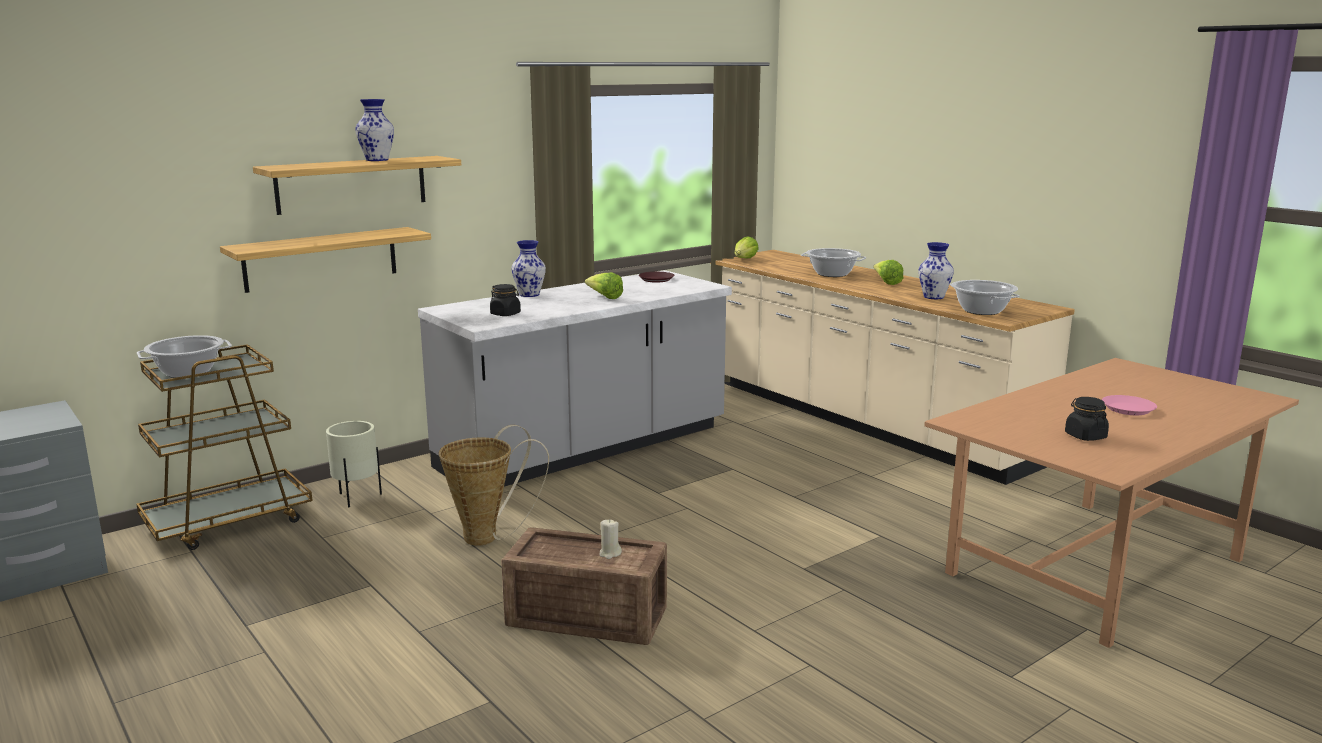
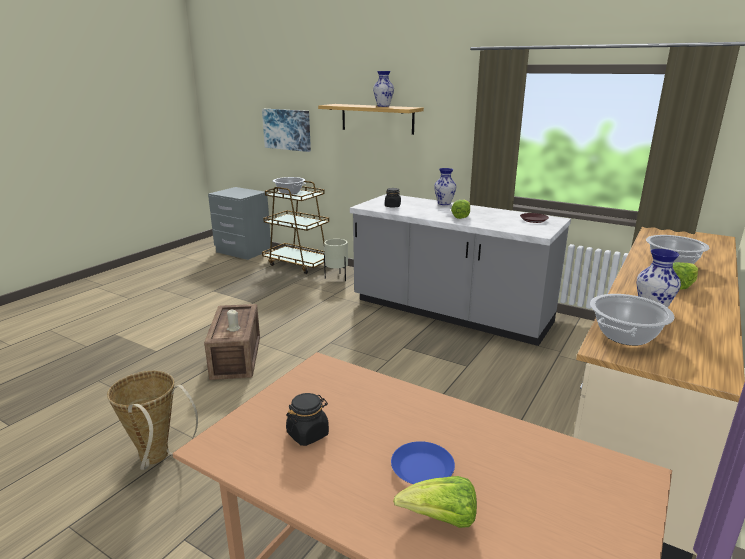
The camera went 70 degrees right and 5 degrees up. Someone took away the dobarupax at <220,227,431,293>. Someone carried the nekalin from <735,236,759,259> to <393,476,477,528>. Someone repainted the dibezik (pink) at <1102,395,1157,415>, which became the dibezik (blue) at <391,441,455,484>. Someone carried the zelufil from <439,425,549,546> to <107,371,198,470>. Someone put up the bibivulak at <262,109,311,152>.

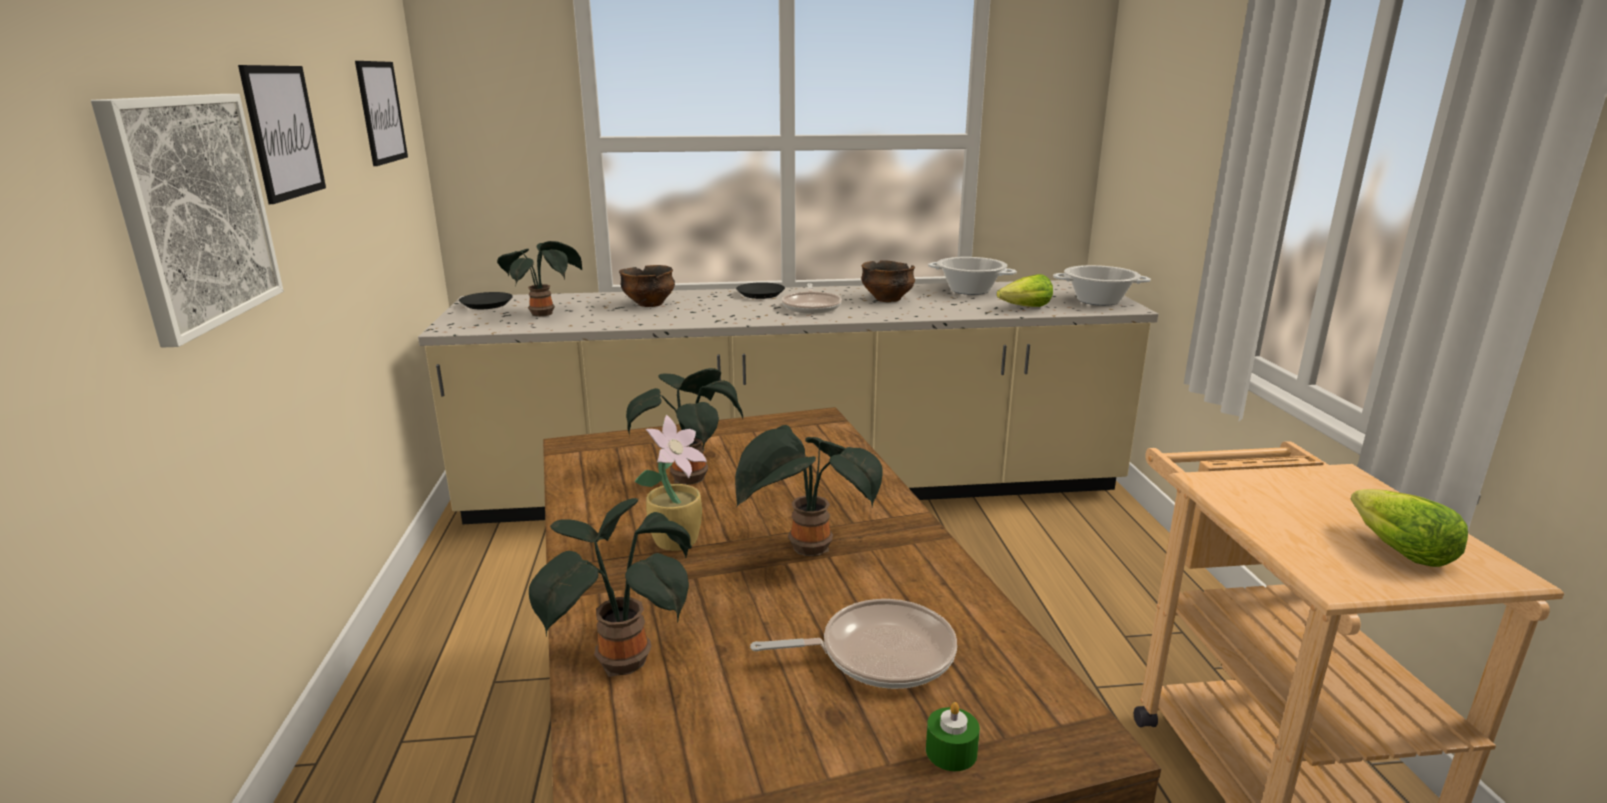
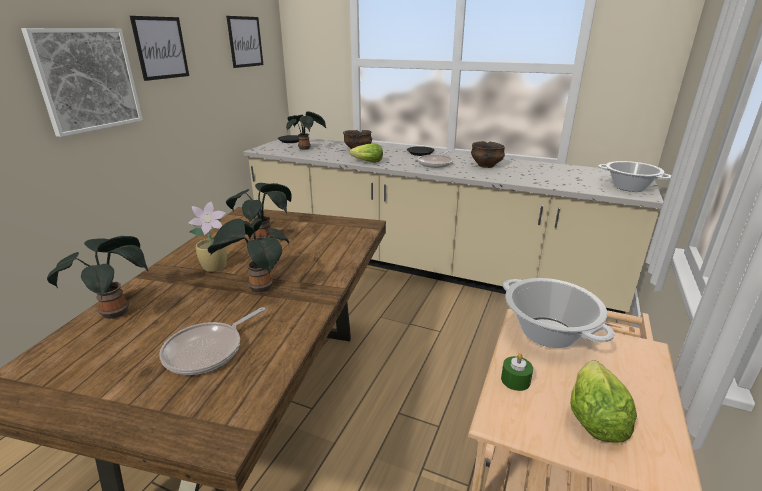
The camera went 30 degrees right and 5 degrees up. Someone carried the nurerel from <928,257,1017,295> to <503,278,615,348>. Someone carried the nekalin from <997,274,1053,307> to <349,143,383,163>. Someone rotated the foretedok at <750,599,957,689> by 105 degrees clockwise. Someone carried the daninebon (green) from <926,702,980,771> to <501,353,533,391>.

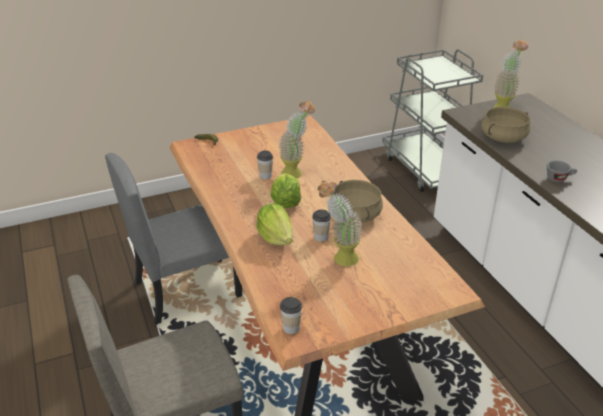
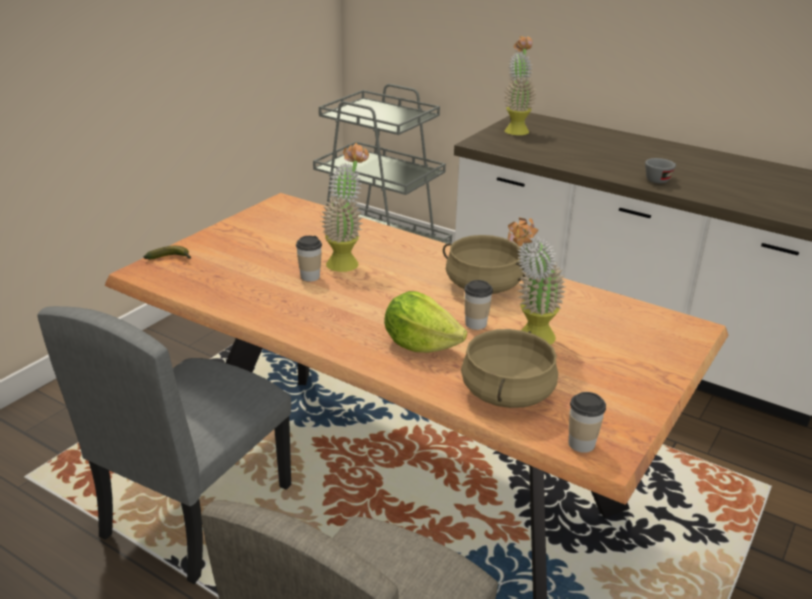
The camera went 35 degrees left and 5 degrees down. Someone carried the nurerel (beige) from <482,107,530,143> to <461,329,558,408>. Someone took away the nekalin at <271,173,301,208>.

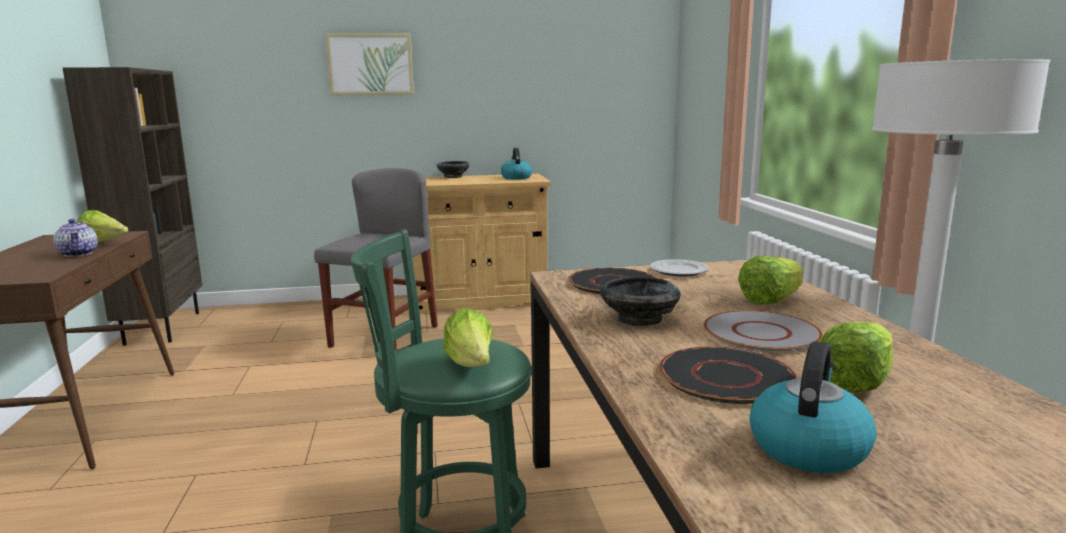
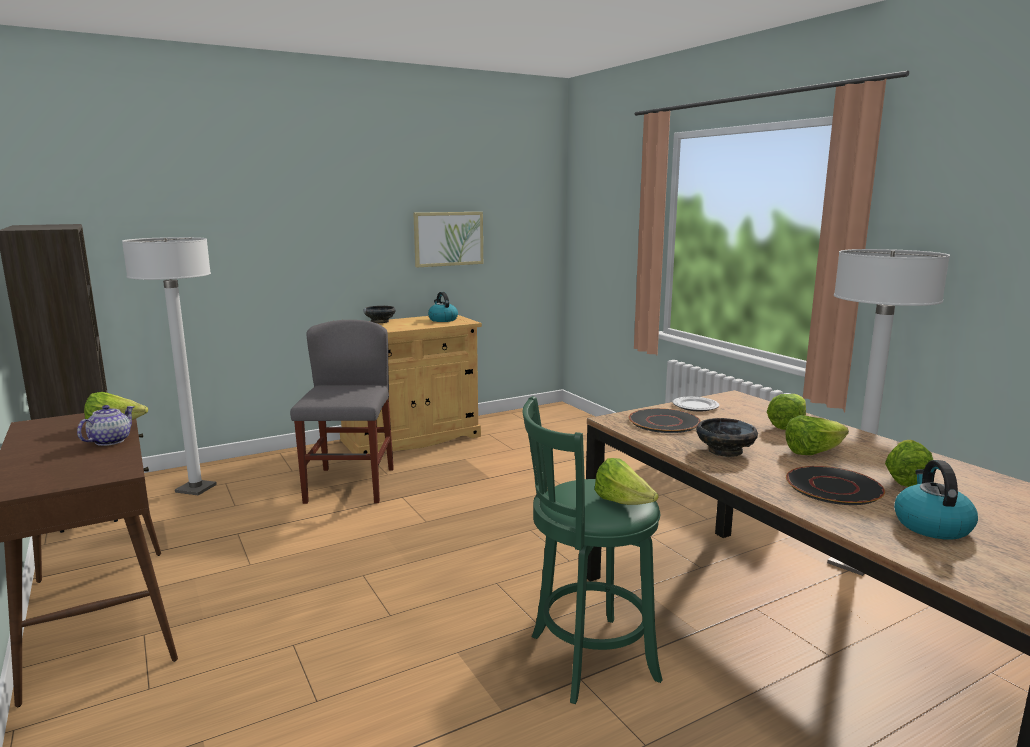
The camera went 20 degrees left and 0 degrees up. Someone carried the bibivulak from <325,33,414,95> to <413,212,483,267>. Someone rotated the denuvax at <53,219,98,257> by 105 degrees counterclockwise. Someone swapped the dibezik (grey) at <704,310,823,353> for the nekalin at <785,415,849,455>. Someone put down the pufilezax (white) at <122,237,217,495>.

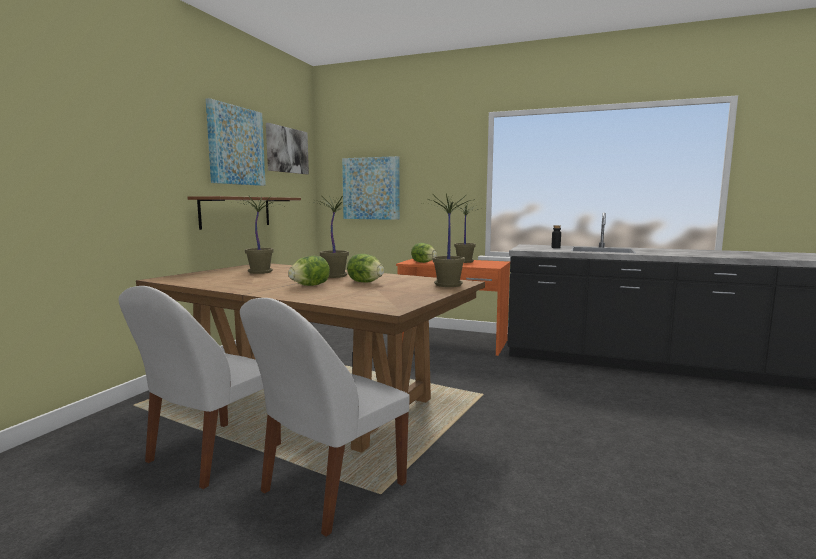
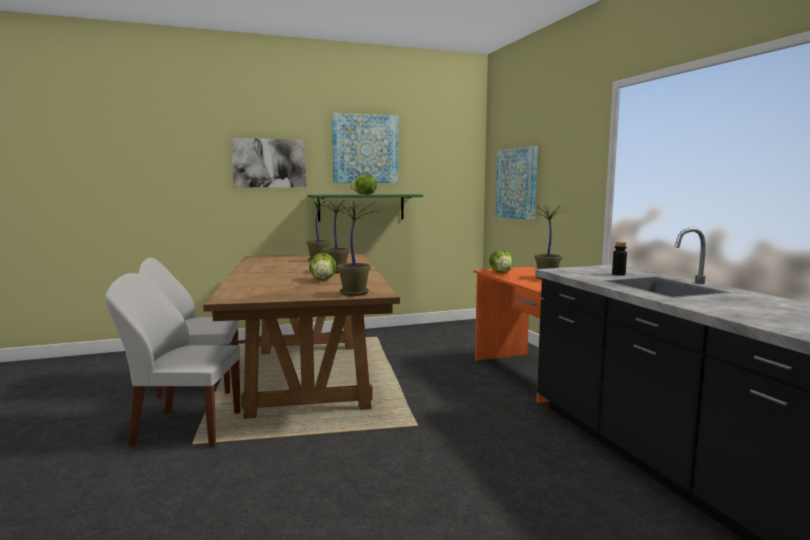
The camera went 50 degrees right and 0 degrees up. Someone carried the bibivulak from <266,123,309,174> to <231,138,306,187>. Someone repainted the dobarupax (brown) at <188,196,301,230>, which became the dobarupax (green) at <307,194,423,221>. Someone carried the nekalin from <288,256,330,286> to <350,175,377,195>.

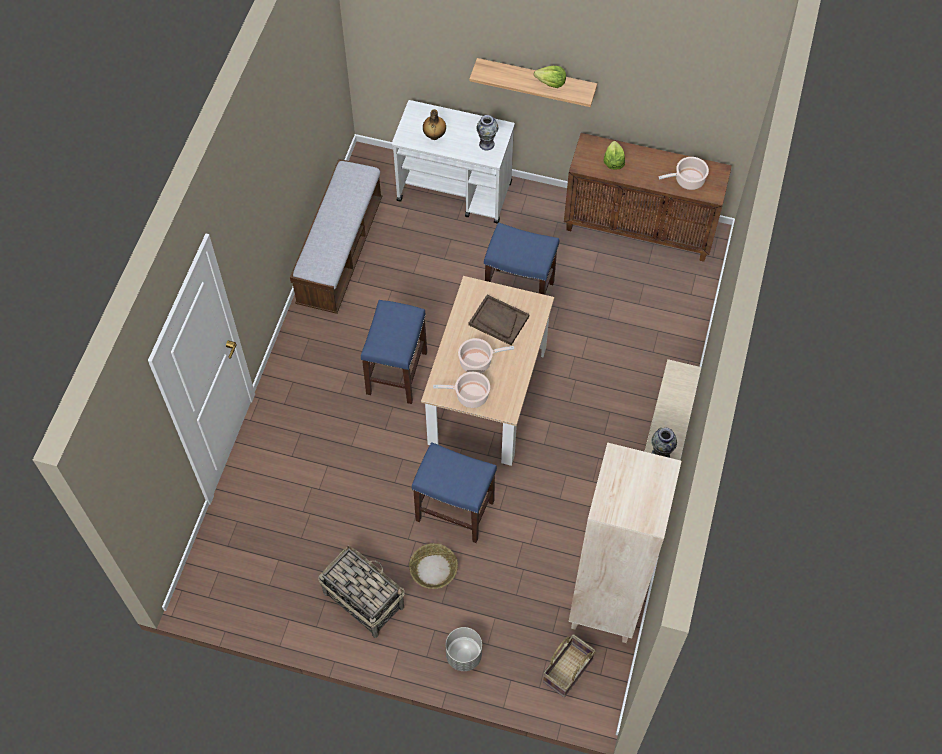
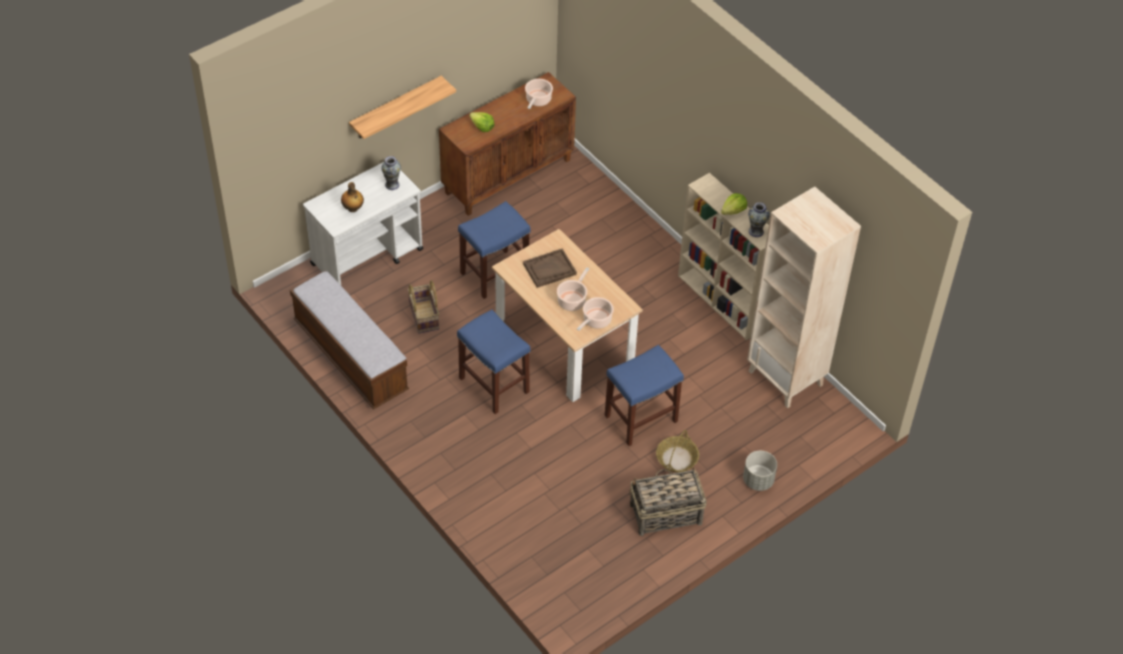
The camera went 55 degrees left and 10 degrees down. Someone carried the nekalin from <534,66,566,88> to <721,193,747,215>. Someone carried the zelufil from <543,634,596,697> to <408,280,439,334>.

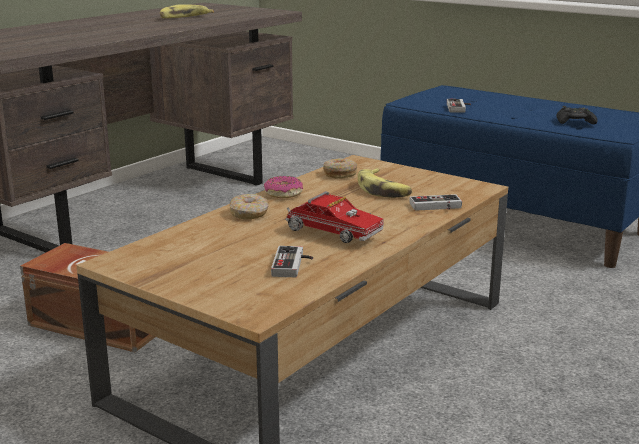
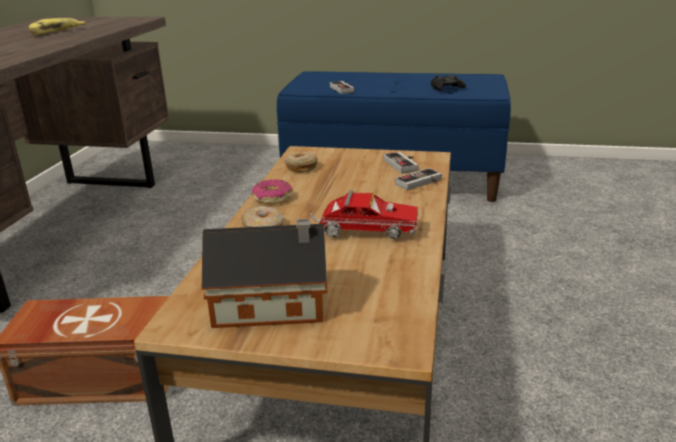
The camera went 25 degrees left and 5 degrees up. Someone took away the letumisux at <358,168,412,198>. Someone carried the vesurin from <271,246,313,277> to <383,152,418,174>. Someone put down the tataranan at <202,219,327,328>.

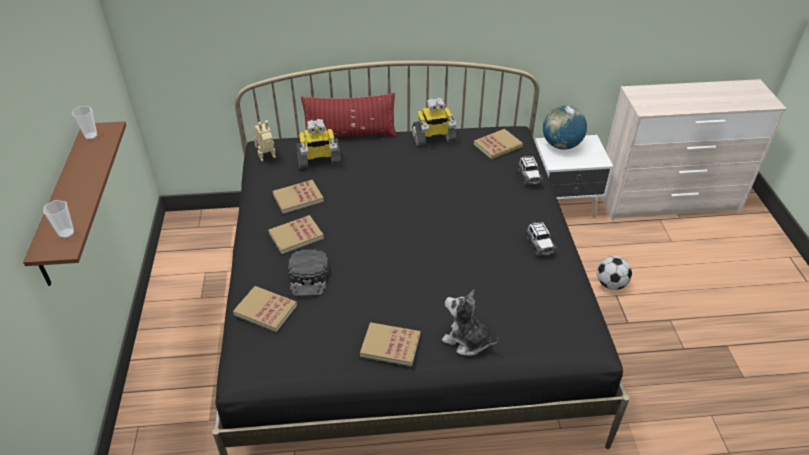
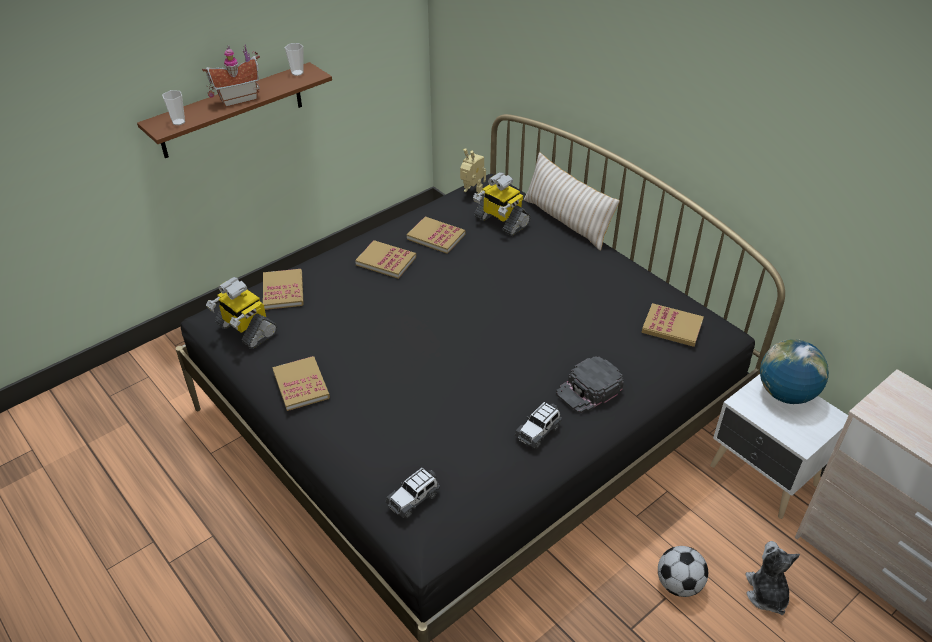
The camera went 55 degrees right and 0 degrees up. Someone repainted the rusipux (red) at <301,93,397,137>, which became the rusipux (beige) at <523,152,620,251>. Someone carried the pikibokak from <412,97,457,146> to <206,277,277,349>. Someone carried the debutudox from <518,156,543,185> to <386,468,440,519>. Someone carried the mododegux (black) from <288,249,329,297> to <556,356,624,413>. Someone carried the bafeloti from <442,289,499,356> to <745,541,800,615>. Someone put down the tataranan at <202,44,260,107>.

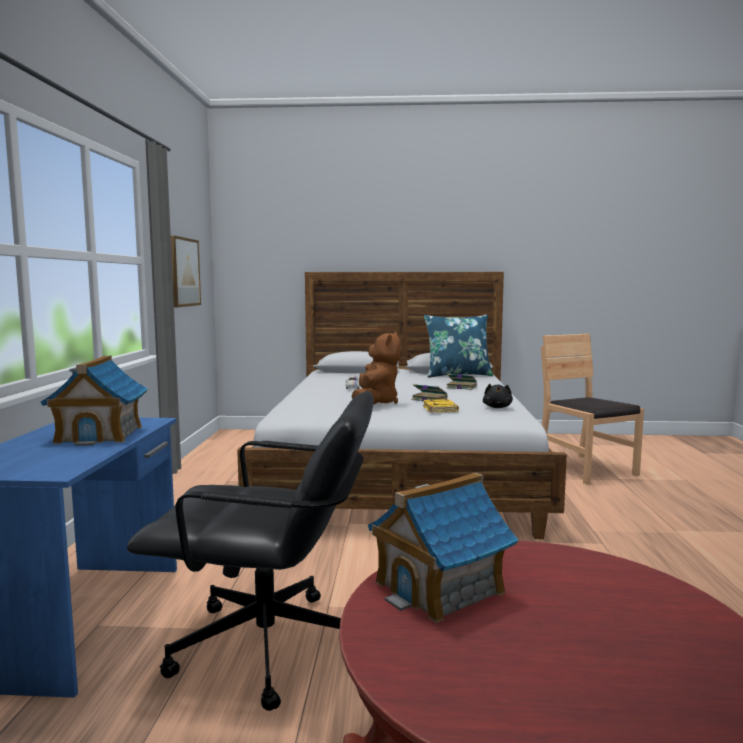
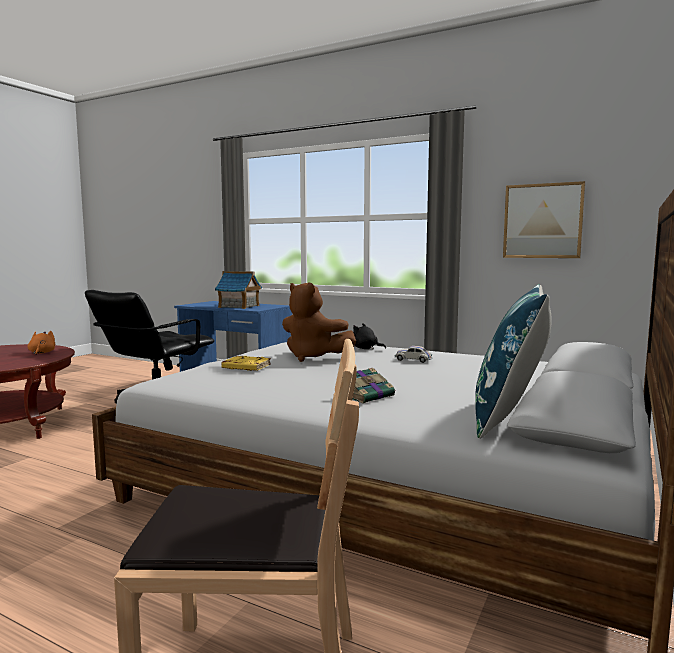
The camera went 115 degrees right and 0 degrees up. Someone took away the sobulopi at <412,384,447,401>. Someone carried the bafeloti (black) from <483,384,513,408> to <353,323,386,349>. Someone swapped the tataranan at <368,472,518,623> for the bafeloti (orange) at <27,331,55,355>.

